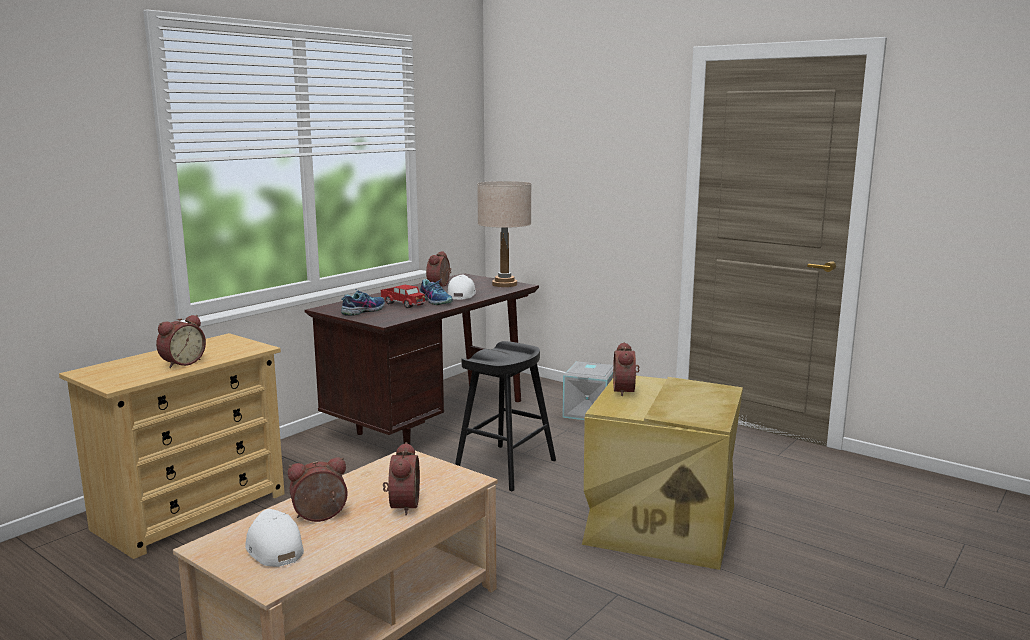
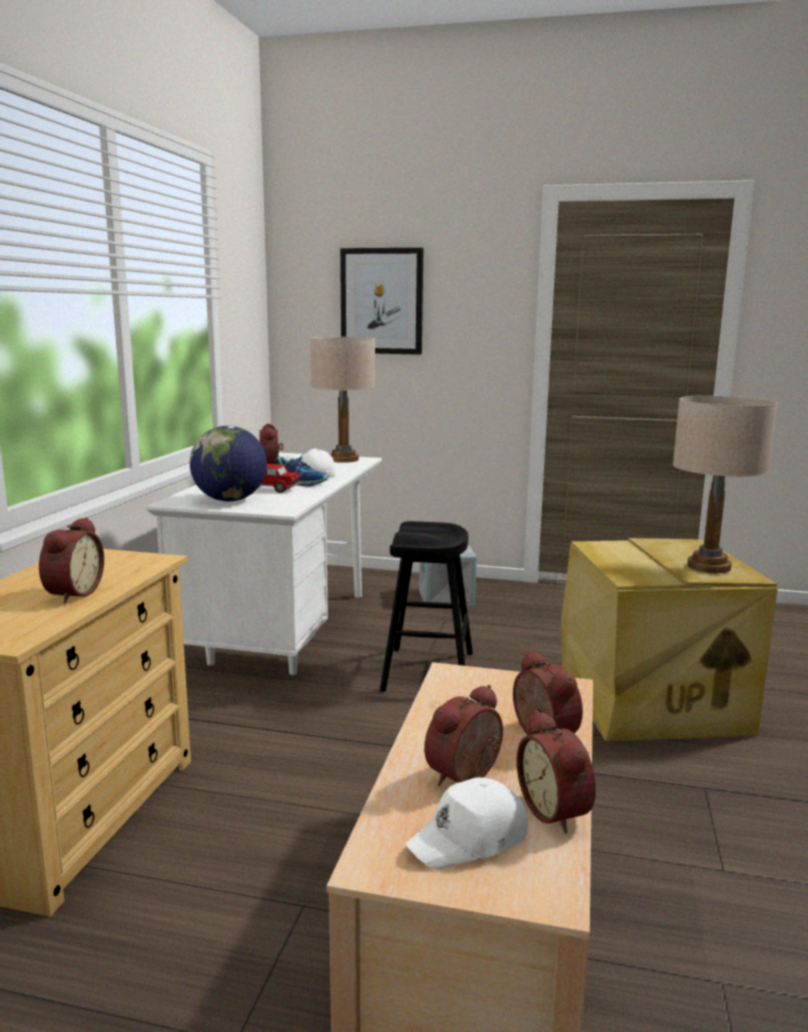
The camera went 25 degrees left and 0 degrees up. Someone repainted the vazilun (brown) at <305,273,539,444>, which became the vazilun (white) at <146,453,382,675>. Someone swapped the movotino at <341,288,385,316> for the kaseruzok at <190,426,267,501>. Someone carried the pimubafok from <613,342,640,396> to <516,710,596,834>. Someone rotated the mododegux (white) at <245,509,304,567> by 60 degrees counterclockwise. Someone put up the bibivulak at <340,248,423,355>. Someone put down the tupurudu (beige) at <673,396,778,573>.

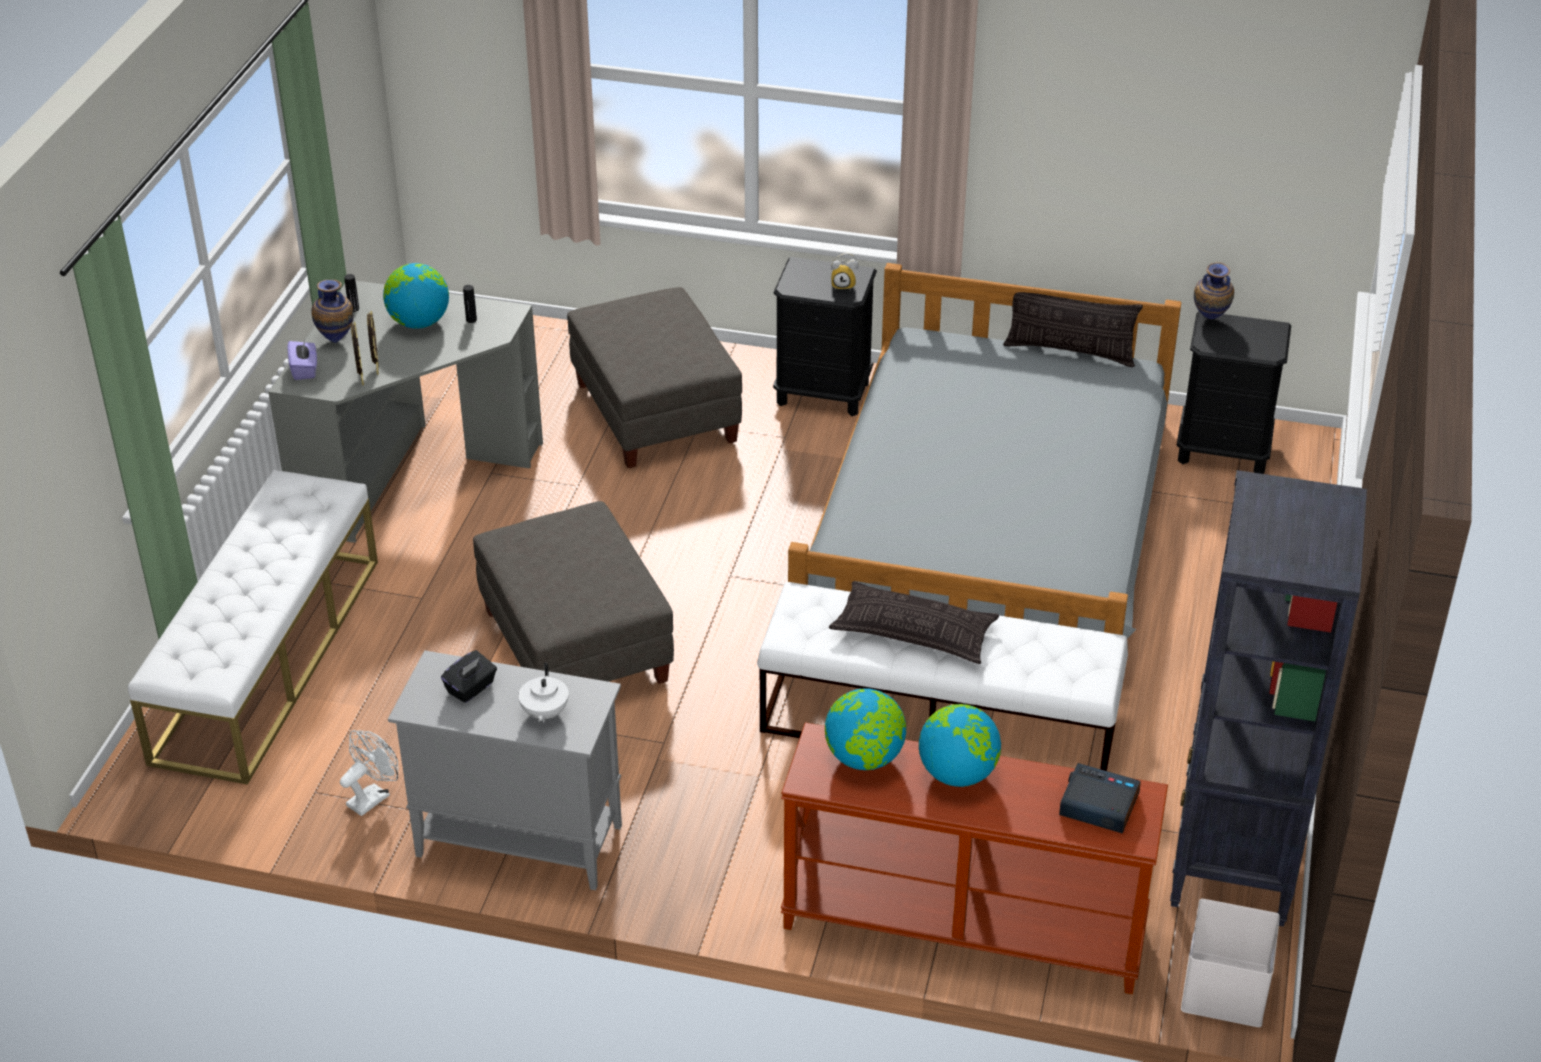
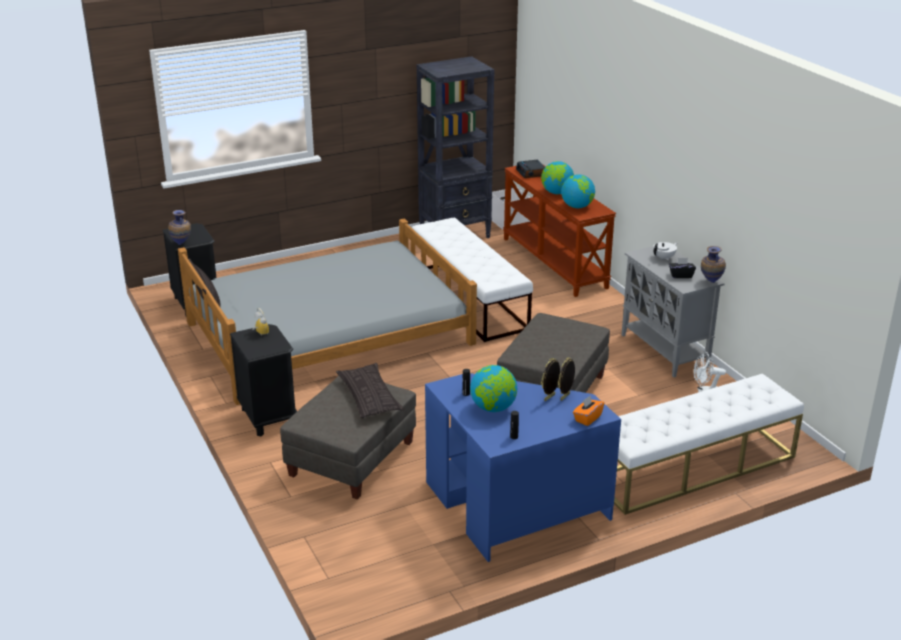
The camera went 130 degrees left and 10 degrees down. Someone repainted the vazilun (grey) at <268,280,543,543>, which became the vazilun (blue) at <425,373,621,562>. Someone carried the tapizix from <311,280,353,343> to <701,246,726,283>. Someone repainted the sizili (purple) at <288,340,317,380>, which became the sizili (orange) at <573,395,604,426>. Someone carried the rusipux from <829,581,999,664> to <336,363,404,418>.

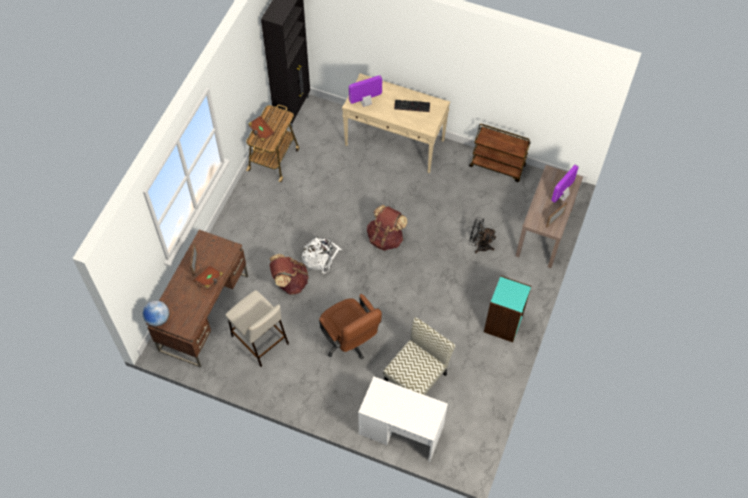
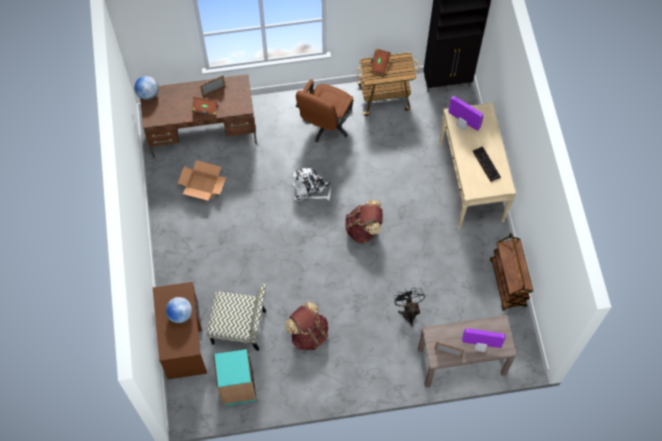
The camera went 60 degrees right and 5 degrees up. Someone carried the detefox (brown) from <270,254,309,295> to <285,302,328,350>. Someone carried the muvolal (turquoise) from <484,276,531,342> to <213,349,257,406>. Someone swapped the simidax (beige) at <225,290,289,367> for the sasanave at <178,160,226,201>. Someone carried the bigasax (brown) from <319,294,382,359> to <296,79,354,143>. Someone repainted the vazilun (white) at <358,377,448,462>, which became the vazilun (brown) at <153,282,207,379>. Someone put down the kaseruzok at <166,297,192,323>.

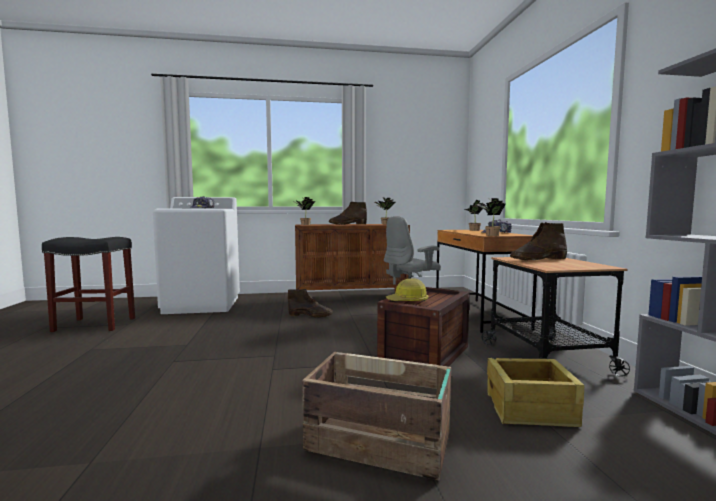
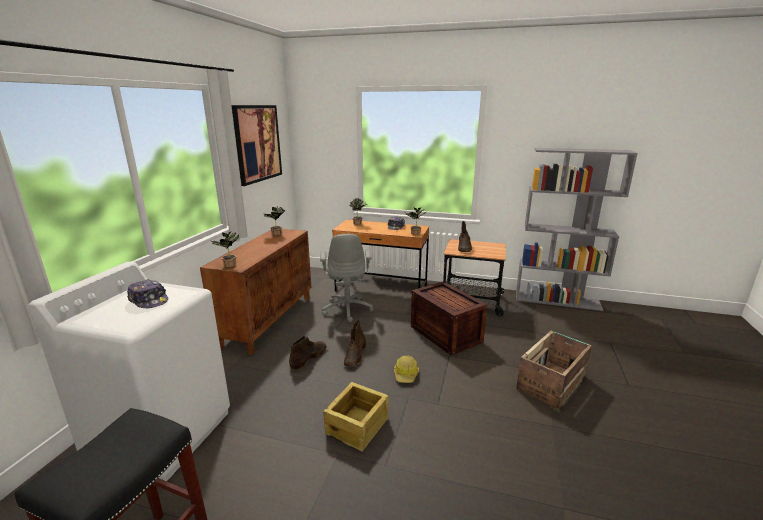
The camera went 65 degrees left and 15 degrees up. Someone carried the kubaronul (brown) from <329,201,367,225> to <344,320,366,367>. Someone carried the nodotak from <386,278,429,302> to <394,355,419,383>. Someone carried the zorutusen from <487,358,584,427> to <323,382,389,452>. Someone put up the bibivulak at <232,105,282,186>.

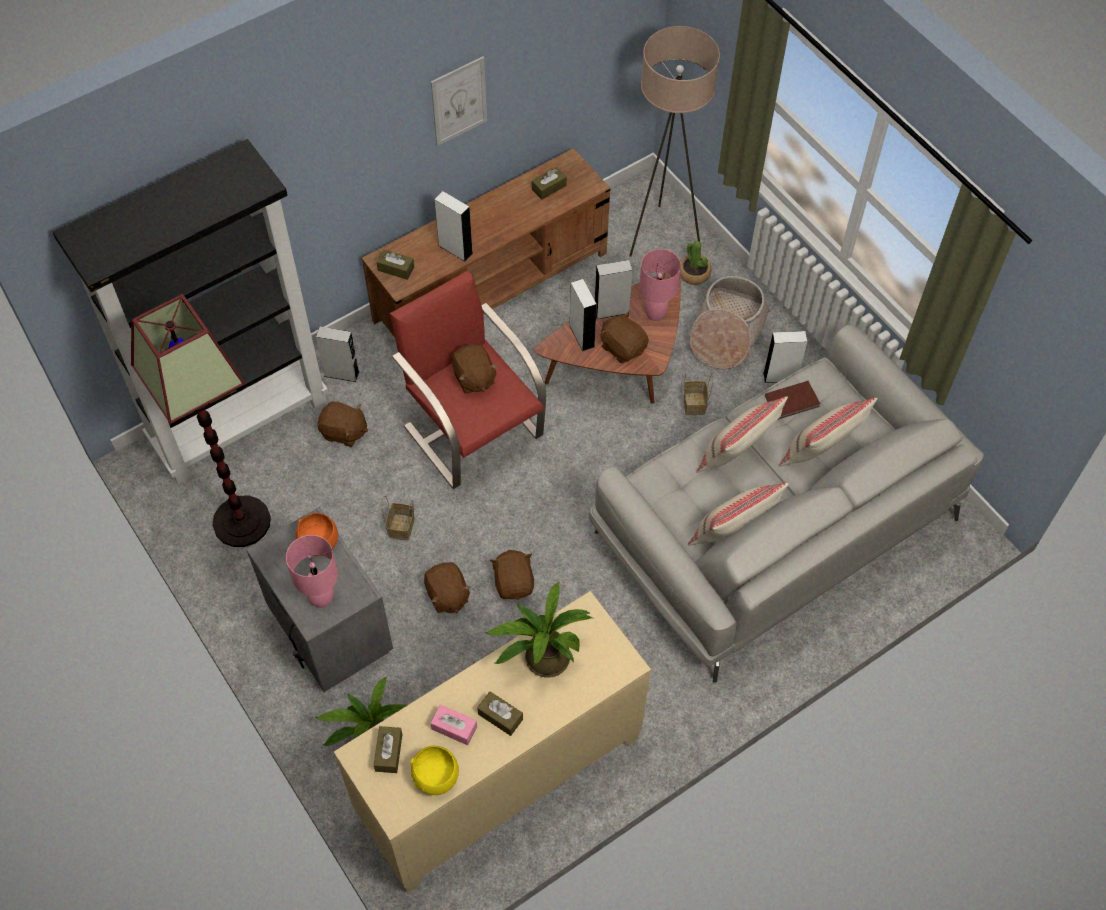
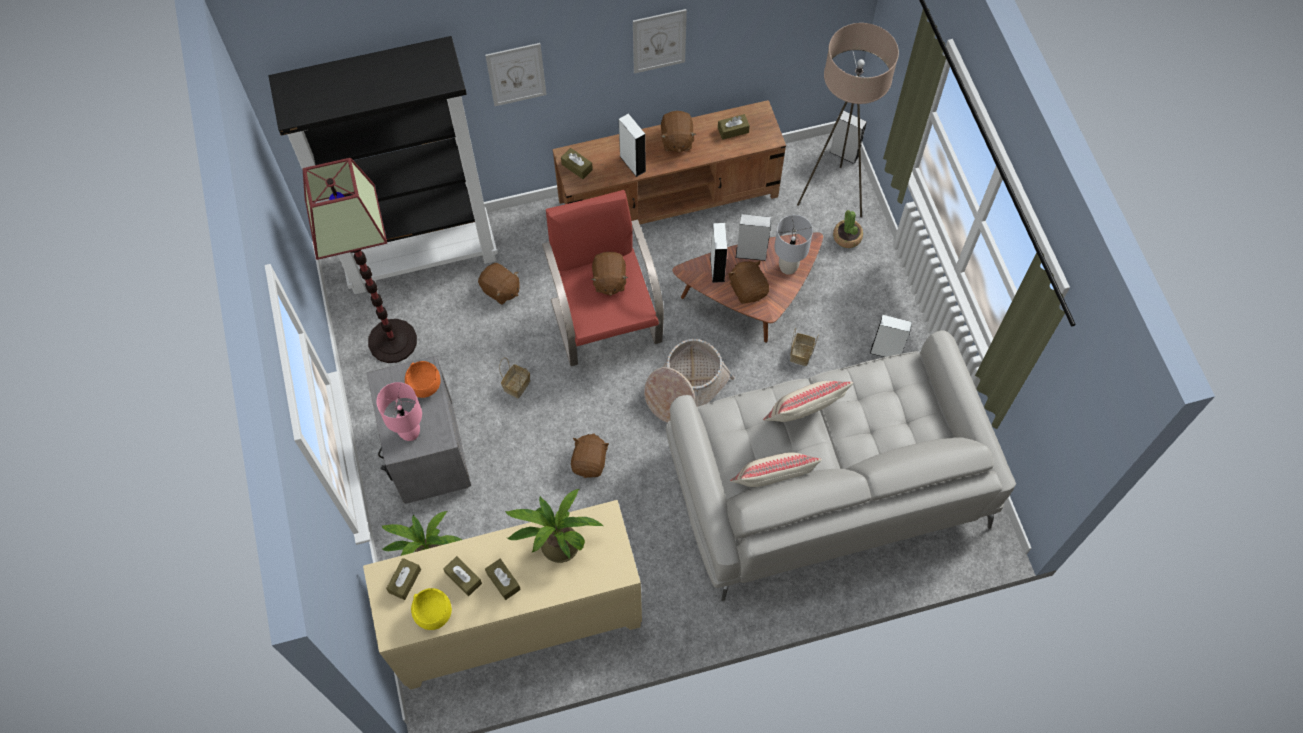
The camera went 20 degrees right and 5 degrees up. Someone repainted the tupurudu (pink) at <639,249,681,321>, which became the tupurudu (grey) at <774,215,813,275>. Someone carried the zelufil from <690,276,771,369> to <644,339,735,423>. Someone carried the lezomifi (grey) from <316,327,360,382> to <830,111,867,164>. Someone took away the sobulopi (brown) at <765,381,820,420>. Someone took away the rusipux (beige) at <779,398,878,466>. Someone carried the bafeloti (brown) from <424,562,471,613> to <661,111,696,153>. Someone repainted the sizili (pink) at <430,704,477,745>, which became the sizili (brown) at <443,556,482,596>. Someone put up the bibivulak at <485,43,547,106>.

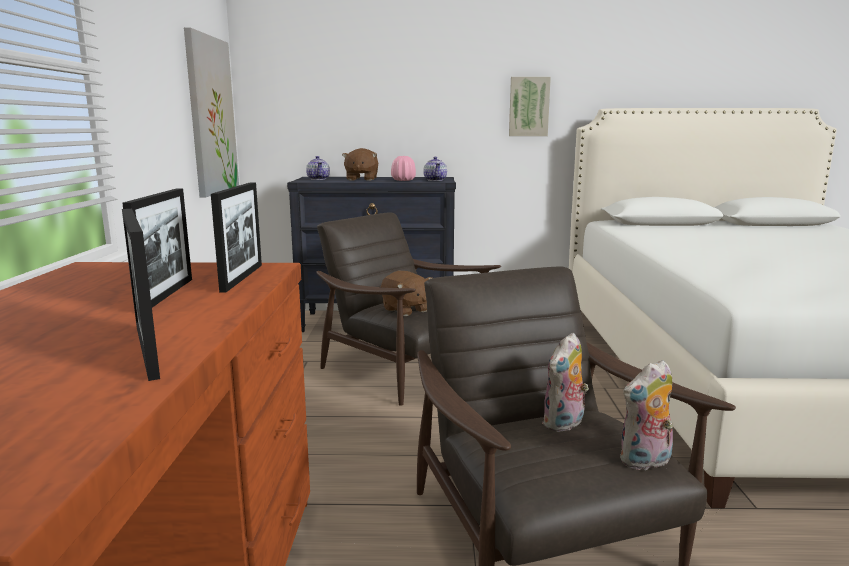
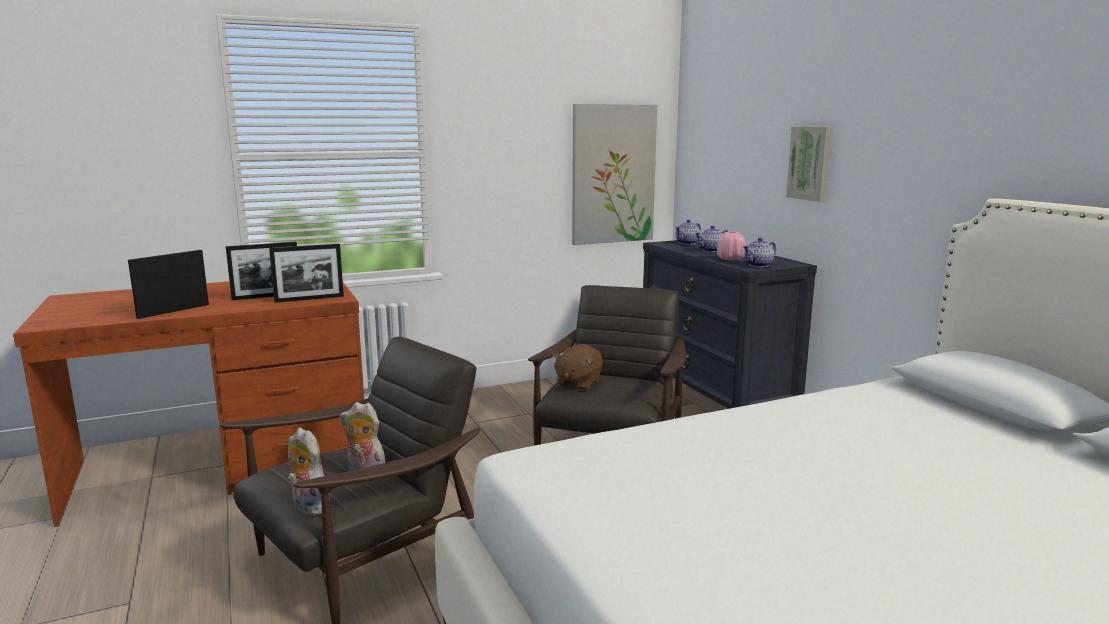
The camera went 65 degrees right and 0 degrees up. Someone carried the bibivulak from <509,77,551,136> to <786,127,832,202>. Someone swapped the bafeloti (brown) at <342,148,378,181> for the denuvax at <695,226,728,252>.

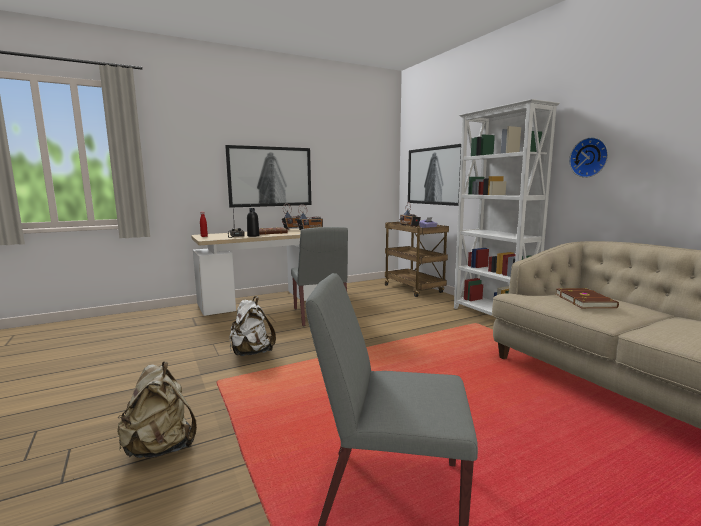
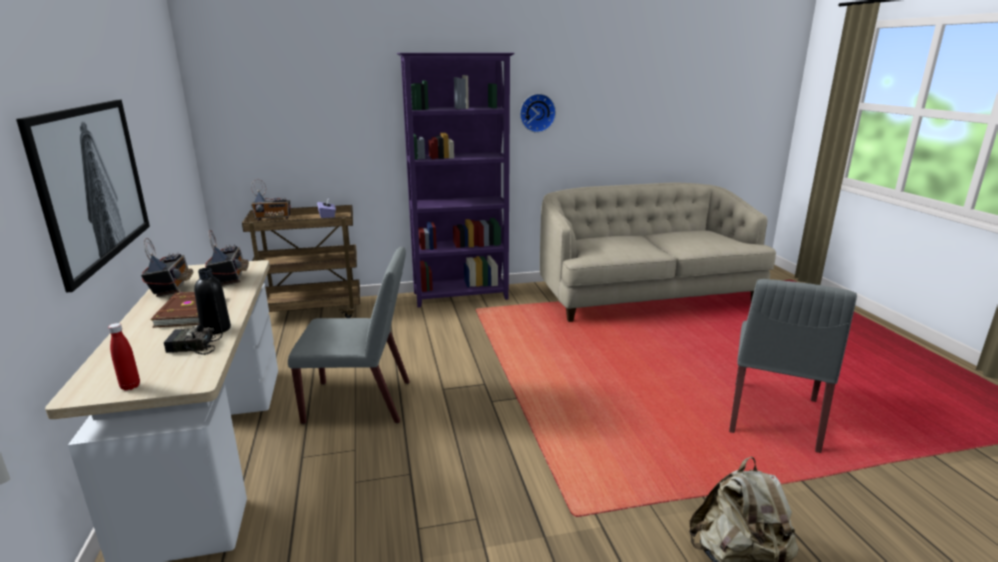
The camera went 75 degrees left and 10 degrees up. Someone repainted the muvolal (white) at <454,99,560,316>, which became the muvolal (purple) at <397,53,515,308>. Someone took away the bibivulak at <408,144,461,206>. Someone took away the sobulopi (brown) at <555,288,619,308>. Someone took away the detefox (white) at <229,296,276,356>.

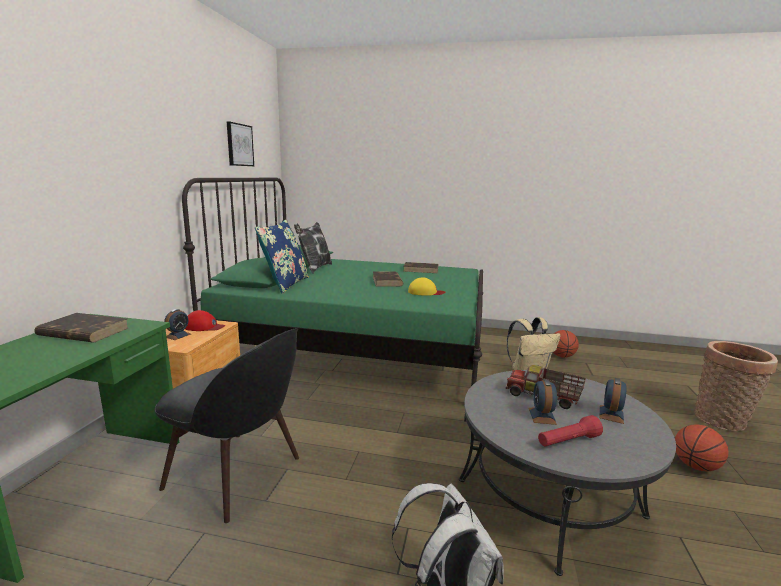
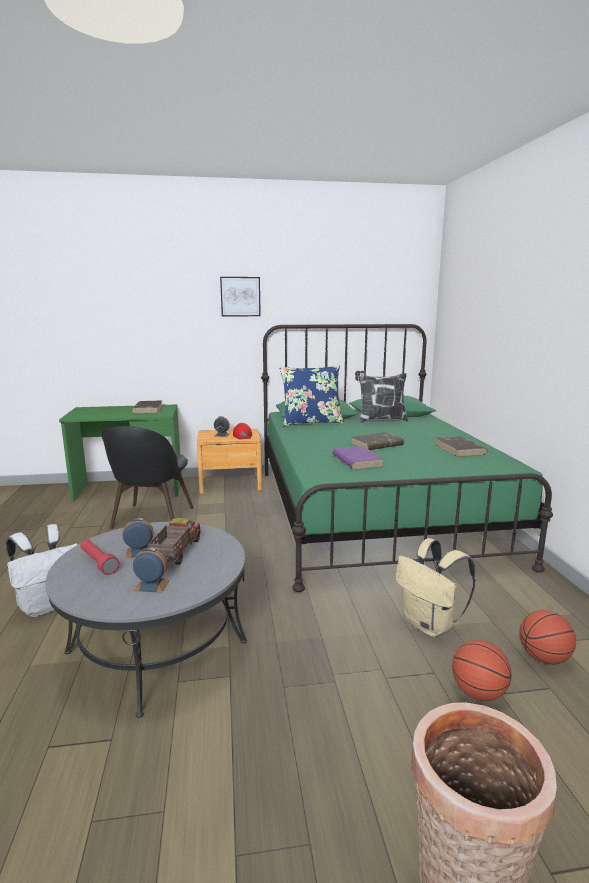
The camera went 70 degrees right and 0 degrees up. Someone carried the bibivulak from <227,122,254,166> to <220,277,261,316>. Someone swapped the mododegux (yellow) at <408,277,445,296> for the sobulopi (purple) at <333,446,384,470>. Someone carried the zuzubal from <675,425,728,471> to <452,640,511,701>.

